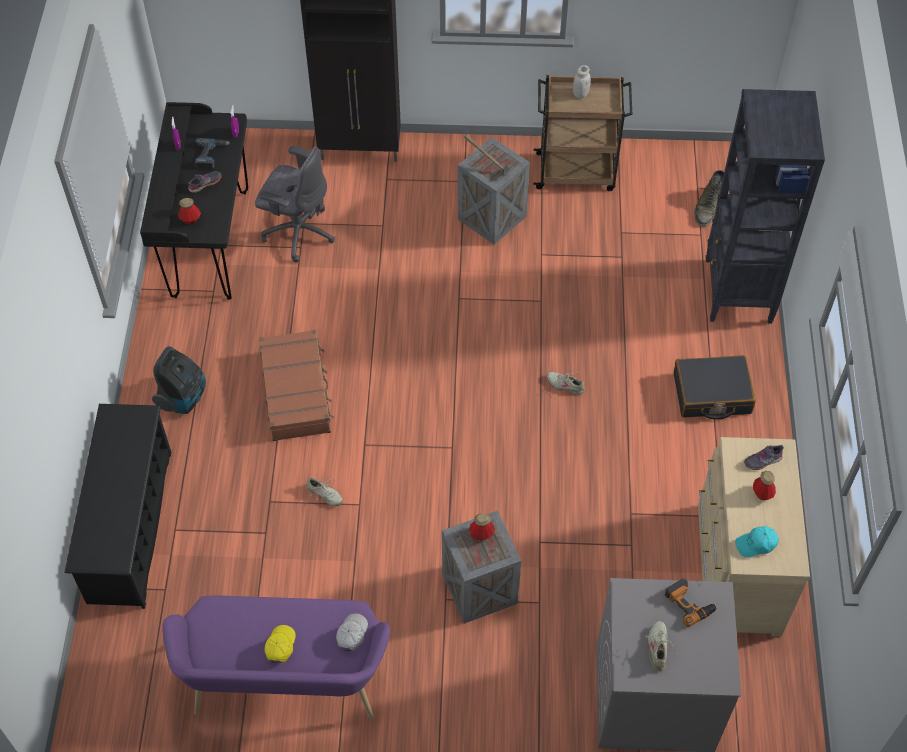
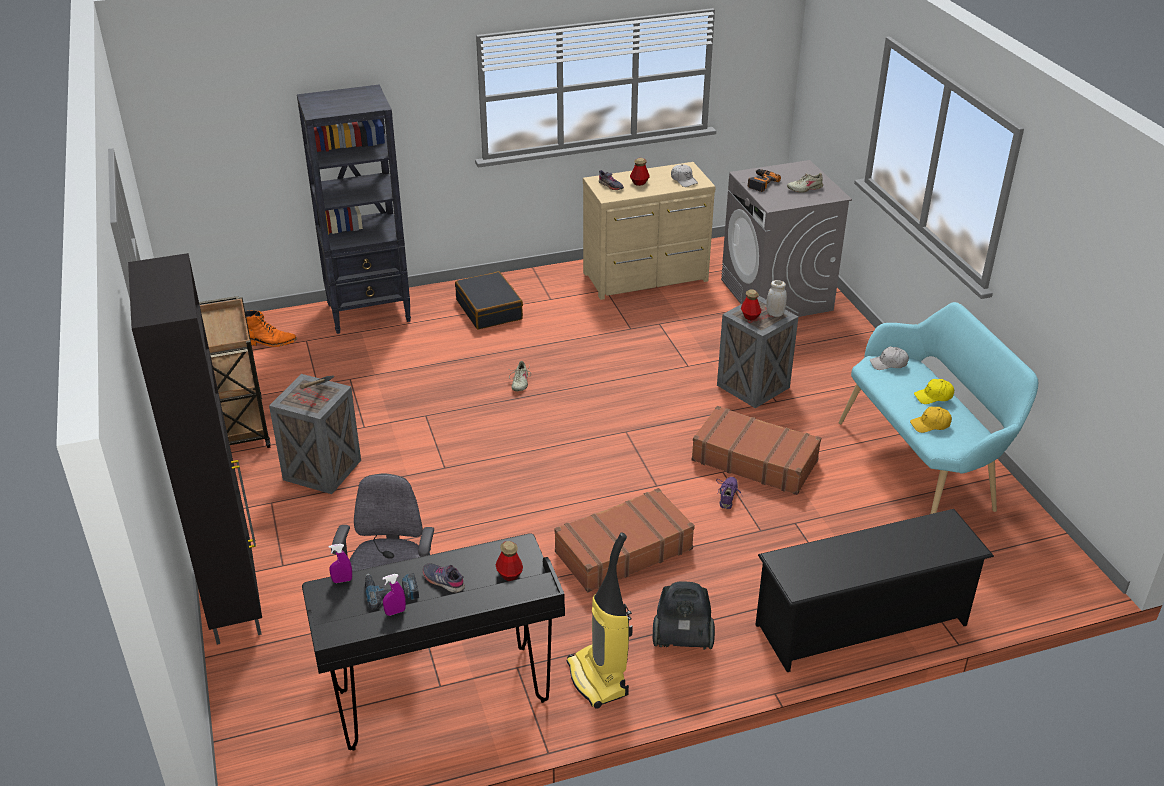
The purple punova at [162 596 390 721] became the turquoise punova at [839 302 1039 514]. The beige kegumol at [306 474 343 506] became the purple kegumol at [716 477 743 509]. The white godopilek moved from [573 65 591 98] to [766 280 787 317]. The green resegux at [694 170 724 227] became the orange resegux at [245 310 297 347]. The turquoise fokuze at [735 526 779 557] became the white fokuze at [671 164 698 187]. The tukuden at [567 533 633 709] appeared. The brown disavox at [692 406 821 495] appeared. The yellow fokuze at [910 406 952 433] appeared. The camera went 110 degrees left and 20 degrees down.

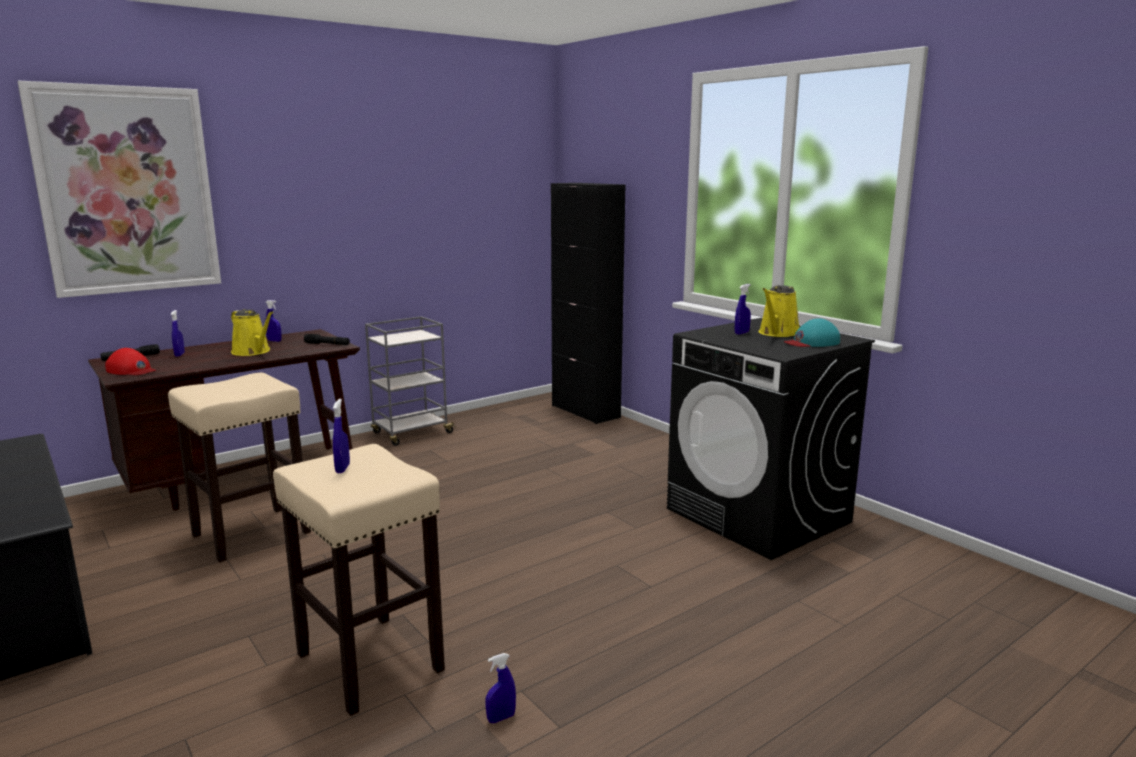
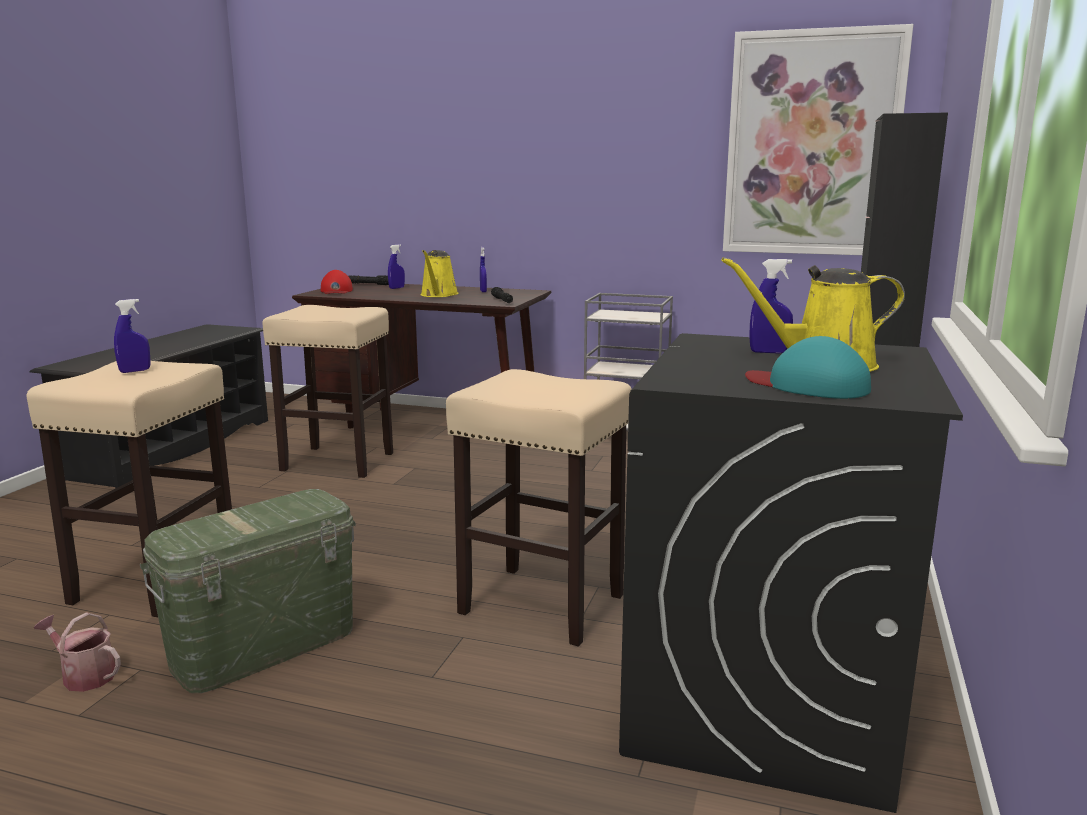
The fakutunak moved from [17 81 221 298] to [723 24 914 255]. The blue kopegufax at [486 653 516 723] was replaced by the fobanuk at [34 612 121 692]. The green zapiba at [140 489 356 693] appeared. The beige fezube at [446 369 632 647] appeared. The camera went 55 degrees right and 0 degrees up.

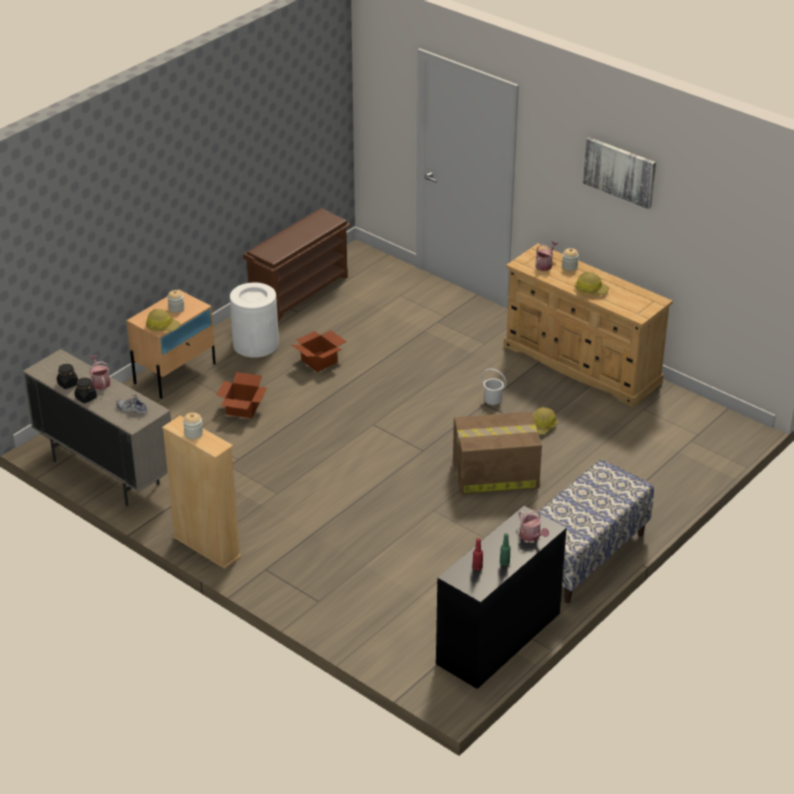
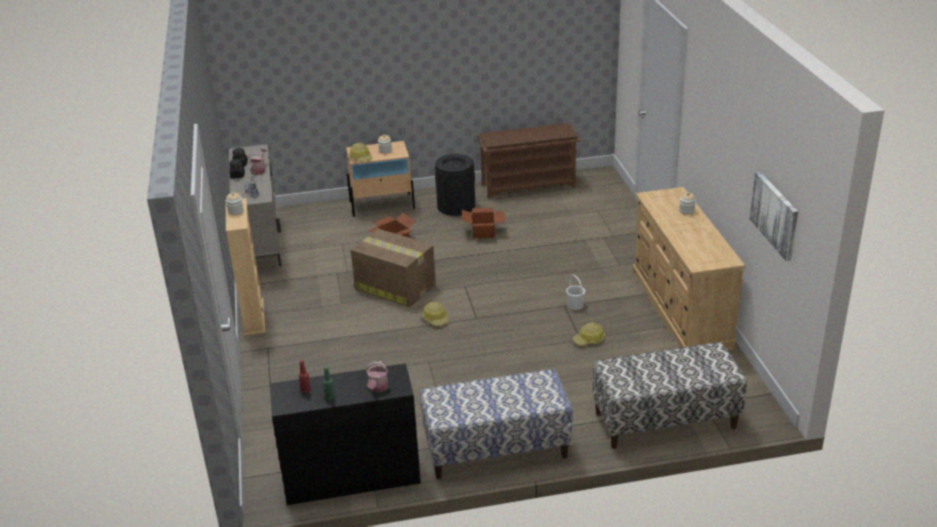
The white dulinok at [230 282 279 358] became the black dulinok at [435 154 475 216]. The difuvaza moved from [453 412 542 494] to [351 229 436 307]. The fobanuk at [535 241 558 271] disappeared. The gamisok moved from [575 272 609 295] to [422 301 449 326]. The fakutunak moved from [583 137 656 209] to [750 172 798 261]. The punova at [592 342 747 449] appeared. The camera went 40 degrees right and 5 degrees down.

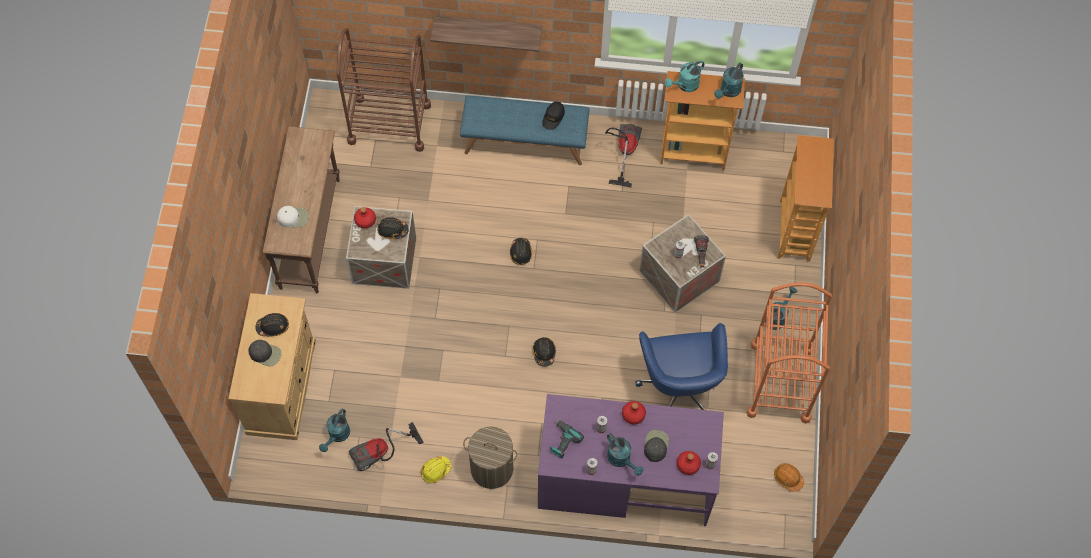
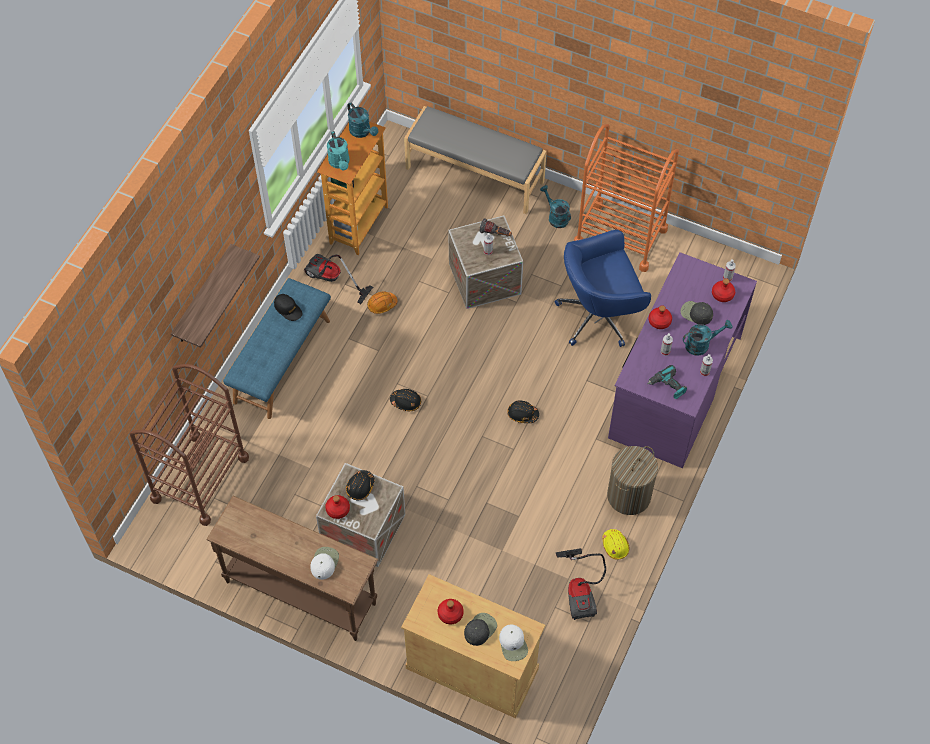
The black gamisok at [255 313 289 337] was replaced by the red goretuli at [437 599 464 624]. The turquoise fobanuk at [319 409 350 452] disappeared. The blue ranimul at [635 323 728 410] turned 150 degrees clockwise. The orange gamisok moved from [774 463 804 492] to [367 291 397 314]. The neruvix at [777 135 834 262] was replaced by the grey punova at [404 106 547 214]. The white fokuze at [499 624 528 661] appeared. The camera went 70 degrees left and 5 degrees down.

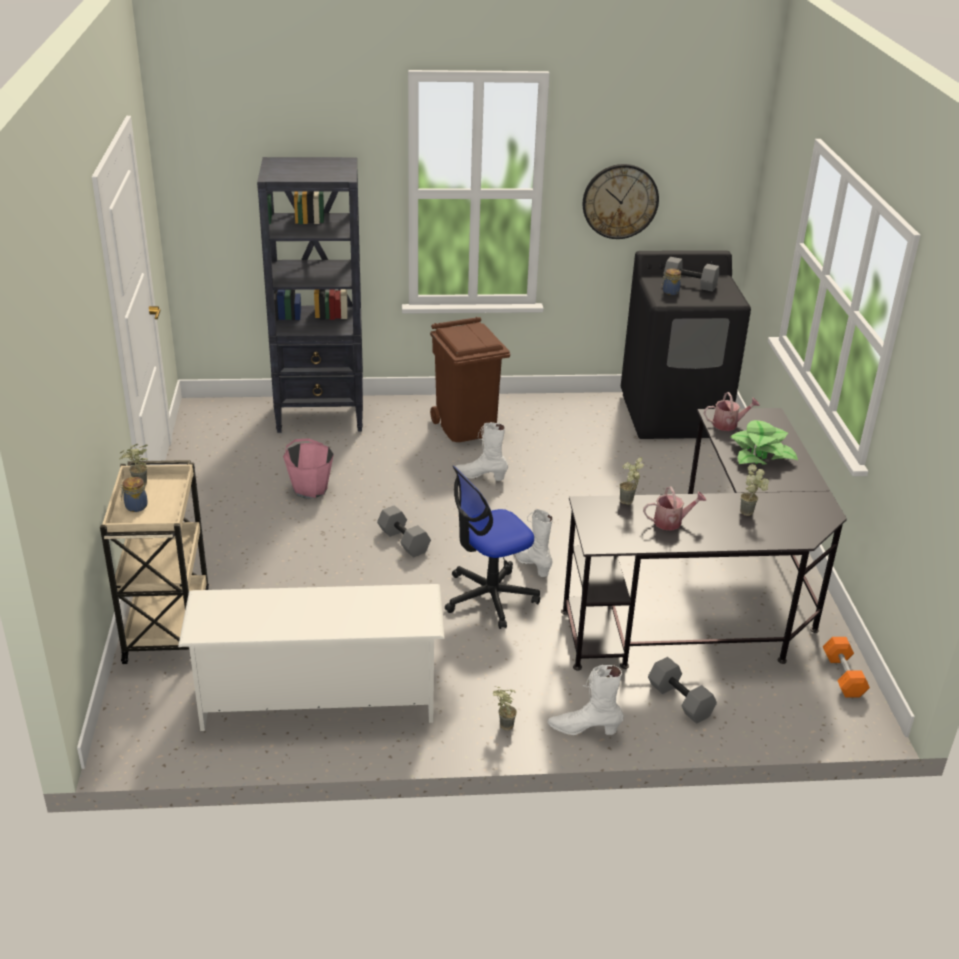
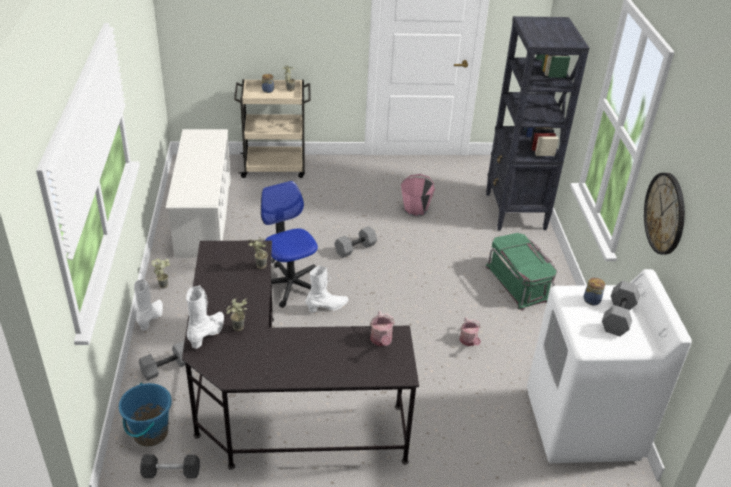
The brown dulinok at [430 317 510 442] was replaced by the green zapiba at [485 233 558 311]. The white resegux moved from [455 422 508 481] to [186 285 224 349]. The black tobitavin at [621 250 751 439] became the white tobitavin at [527 269 692 463]. The fobanuk moved from [643 487 706 531] to [459 317 481 346]. The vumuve at [730 420 798 464] disappeared. The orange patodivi at [823 637 870 698] became the grey patodivi at [140 455 200 478]. The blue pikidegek at [119 383 172 447] appeared. The camera went 90 degrees right and 5 degrees up.

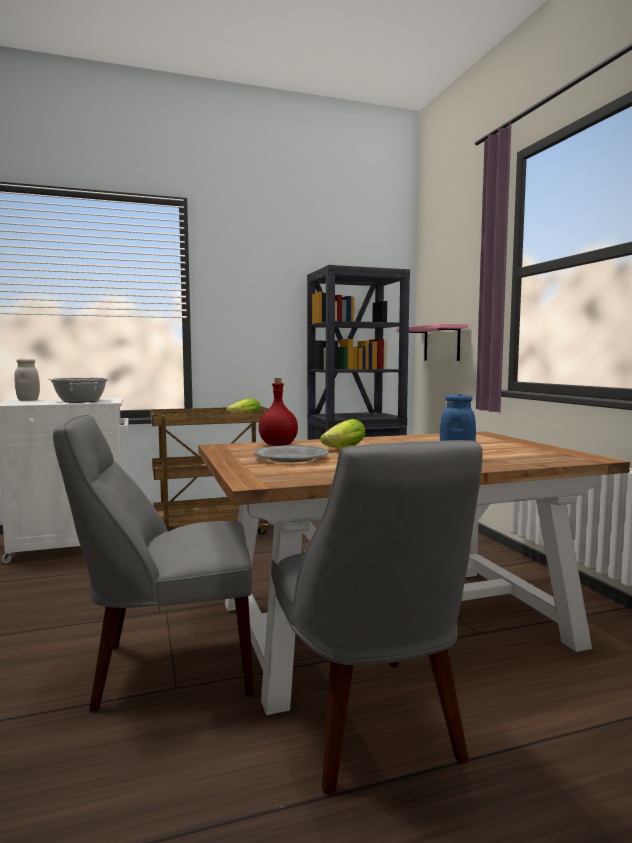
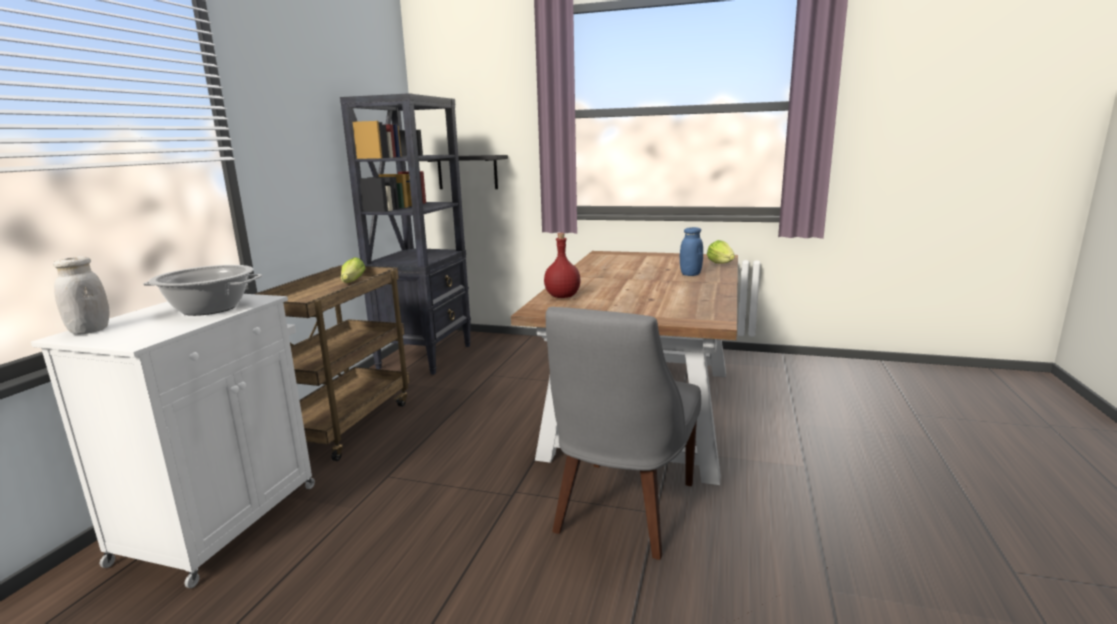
The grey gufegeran at [254 445 329 462] disappeared. The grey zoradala at [271 440 483 795] disappeared. The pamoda moved from [320 419 365 448] to [707 240 735 264]. The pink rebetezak at [397 323 468 361] became the black rebetezak at [420 155 508 189]. The camera went 55 degrees left and 10 degrees up.

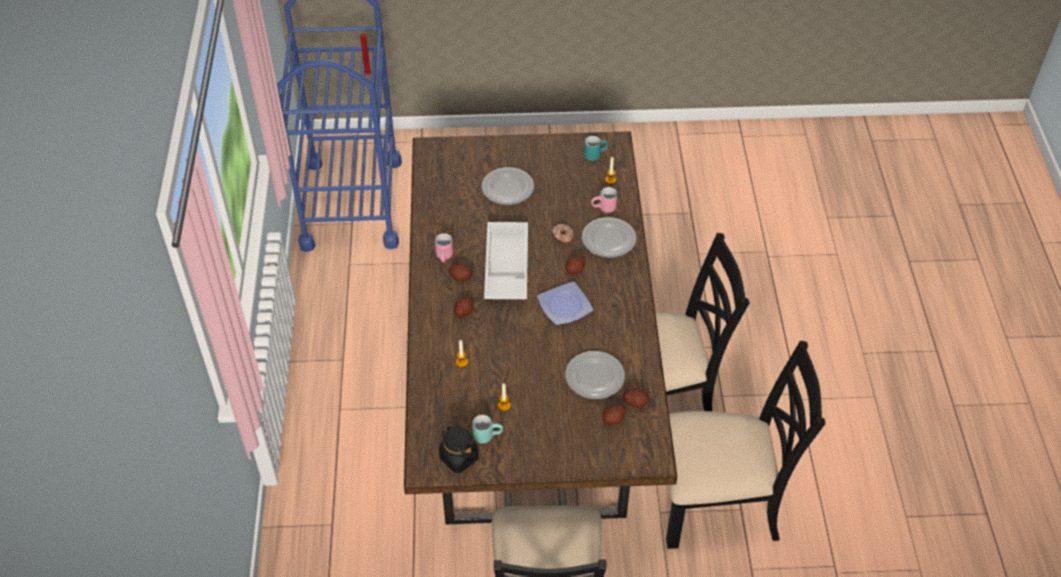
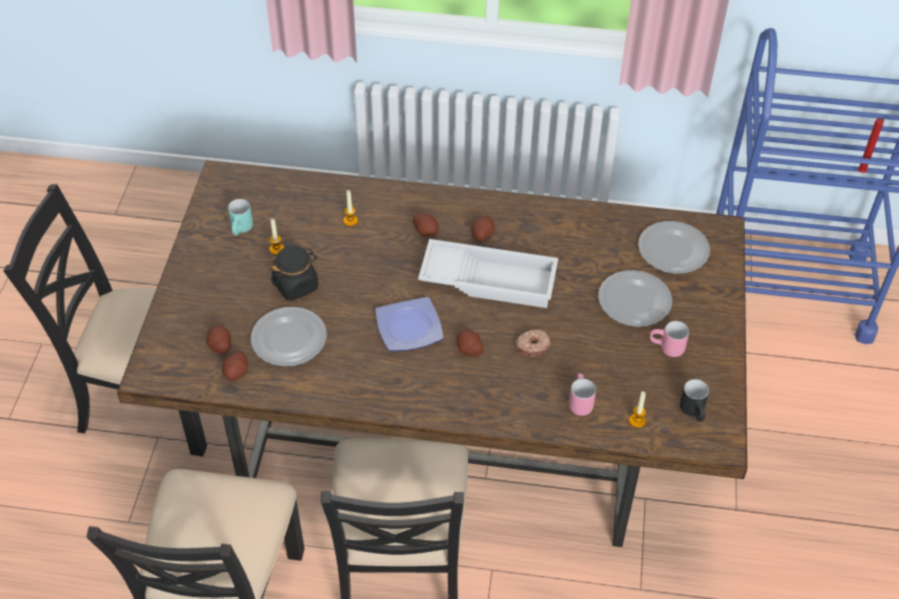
The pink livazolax moved from [435 233 453 262] to [650 321 689 357]. The black godopilek moved from [439 426 479 473] to [271 246 318 301]. The gufegeran moved from [582 217 636 258] to [638 221 710 274]. The turquoise livazolax at [584 136 608 161] became the black livazolax at [680 379 709 421]. The camera went 100 degrees right and 0 degrees up.

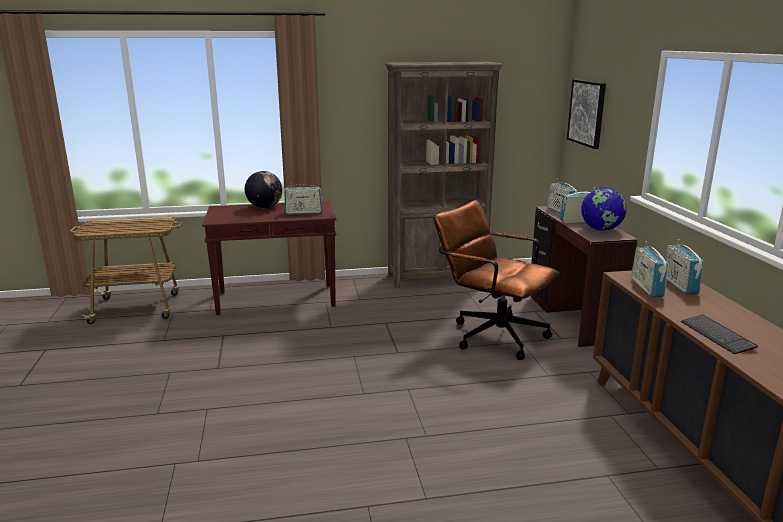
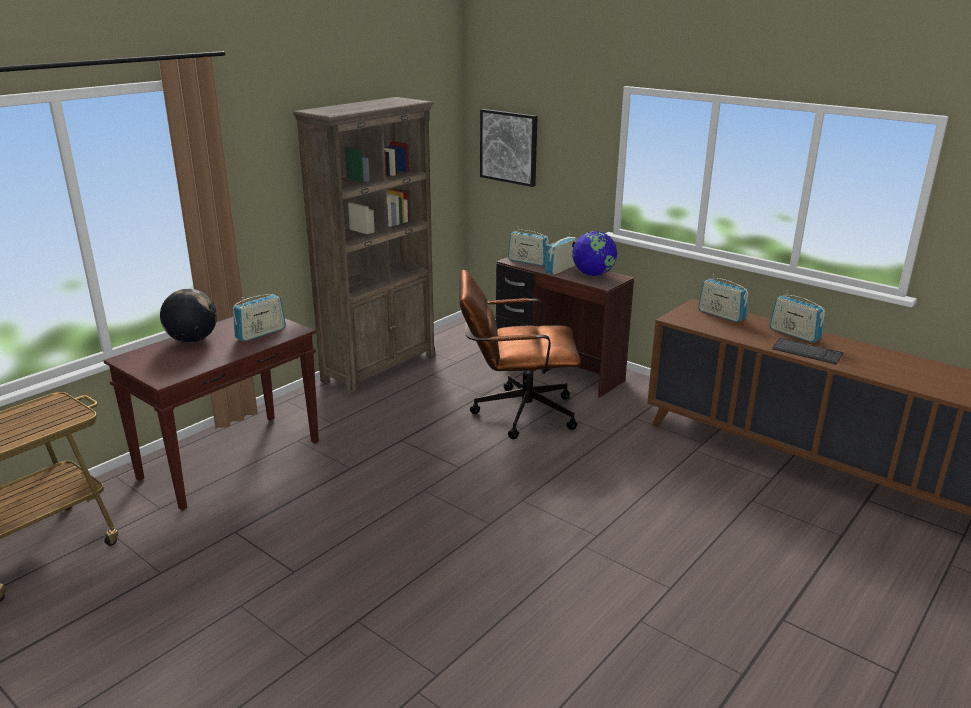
The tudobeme moved from [631 241 668 297] to [769 290 825 343]. The camera went 40 degrees left and 5 degrees up.

